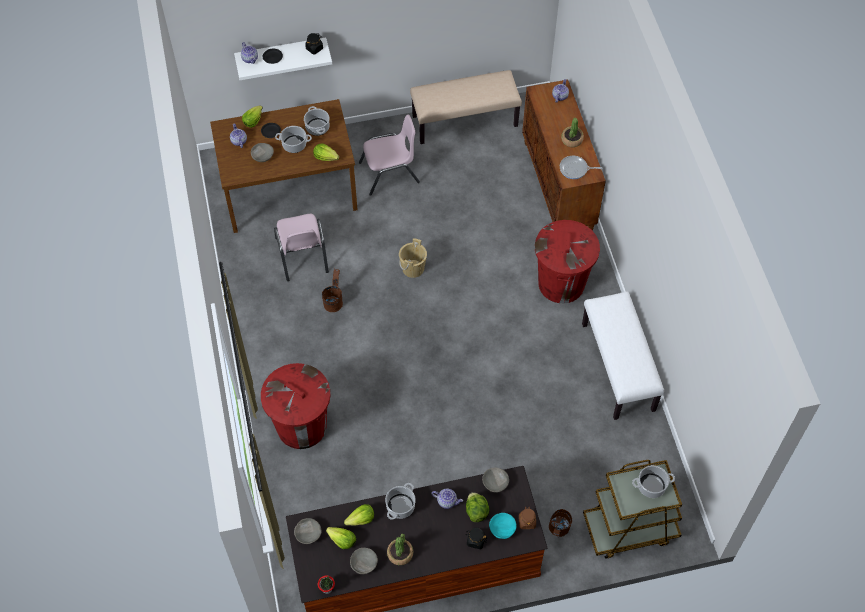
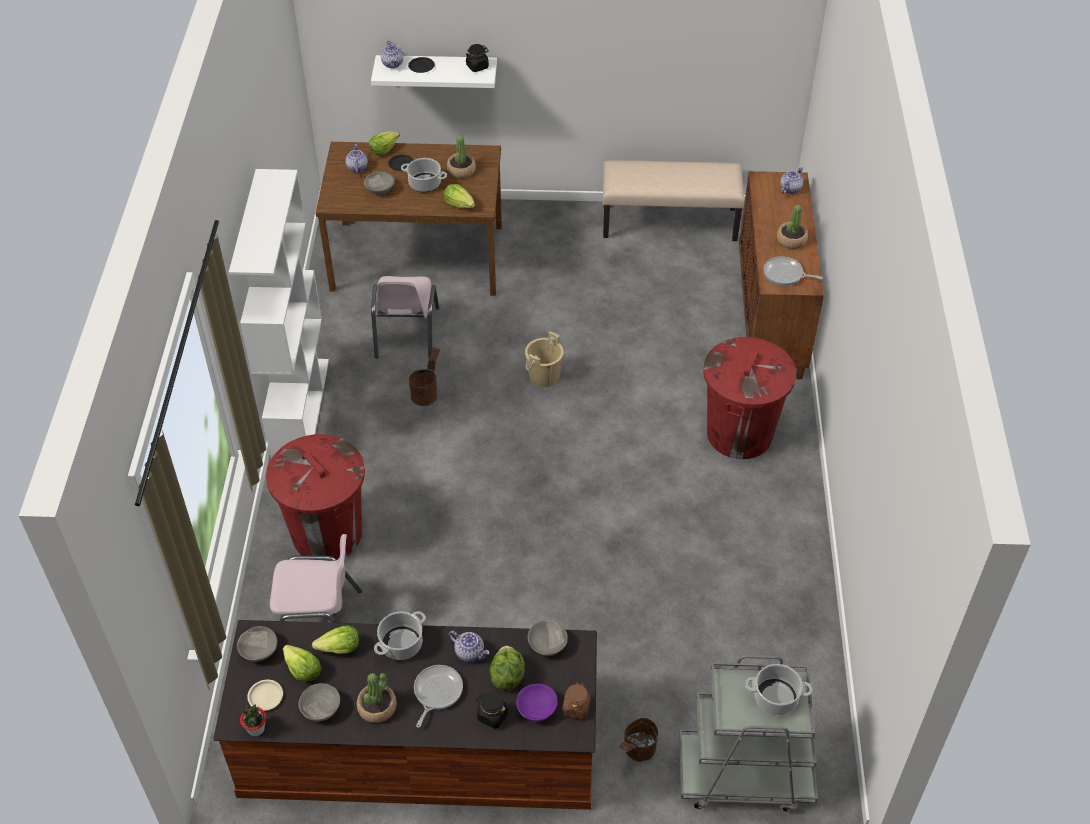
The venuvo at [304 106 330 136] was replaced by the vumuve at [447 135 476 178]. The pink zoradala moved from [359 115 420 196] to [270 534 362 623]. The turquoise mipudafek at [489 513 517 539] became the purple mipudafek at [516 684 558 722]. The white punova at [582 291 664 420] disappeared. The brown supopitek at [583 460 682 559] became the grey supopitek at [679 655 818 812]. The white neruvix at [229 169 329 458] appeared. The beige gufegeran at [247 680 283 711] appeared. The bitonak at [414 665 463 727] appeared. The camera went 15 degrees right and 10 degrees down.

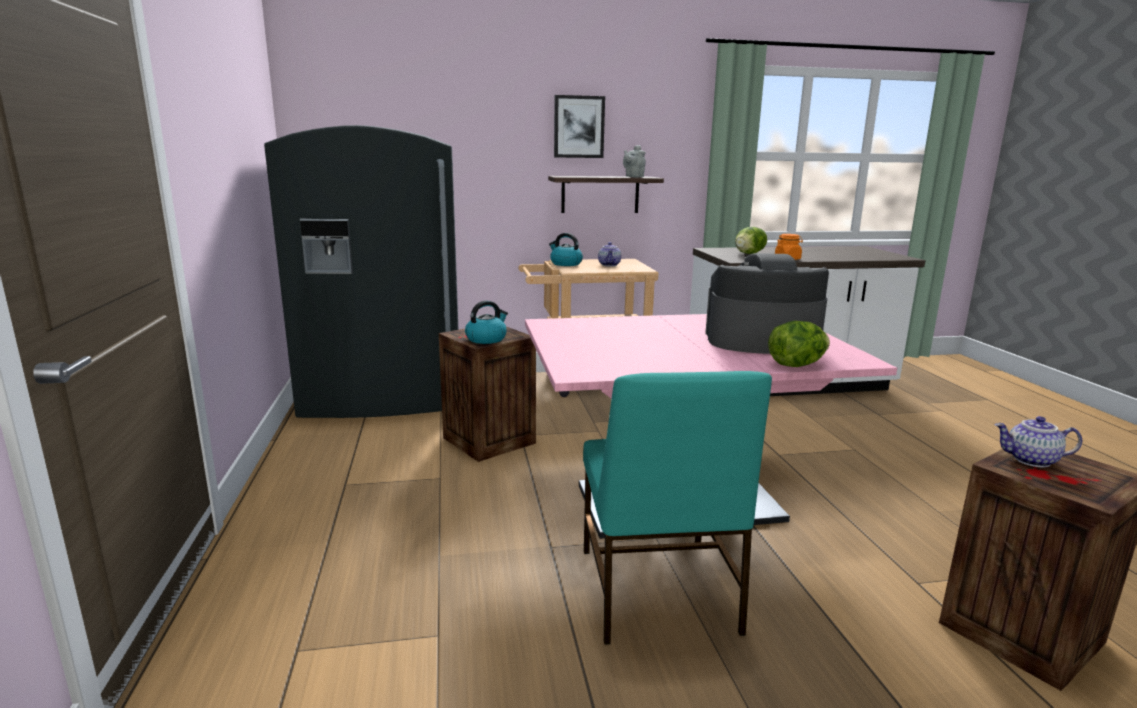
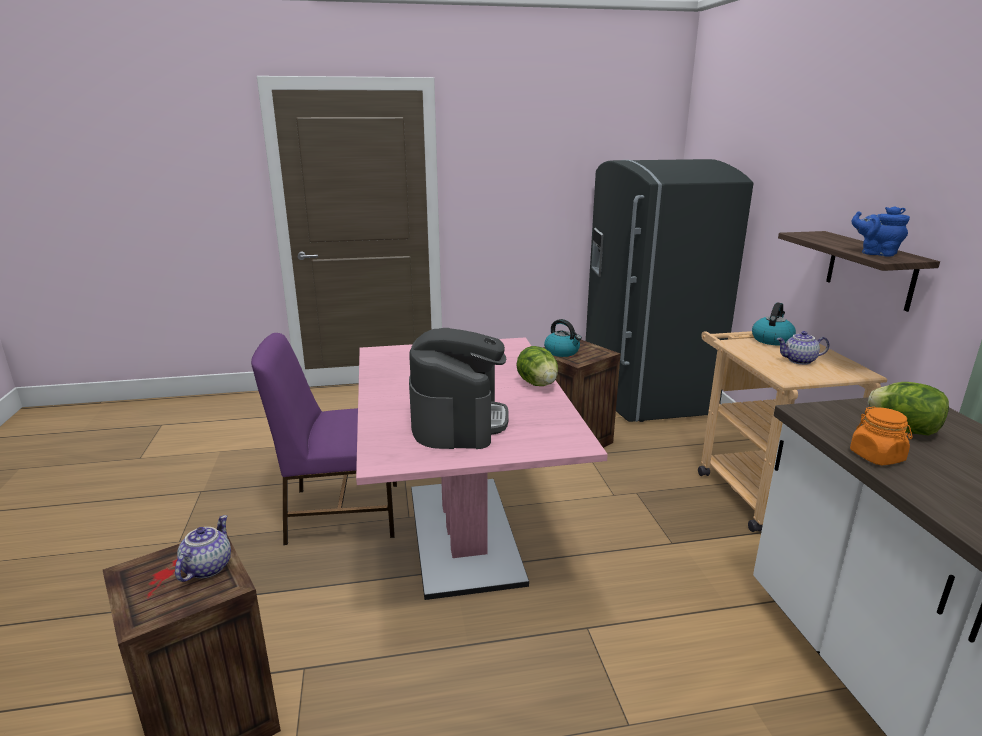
The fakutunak at [554 95 605 158] disappeared. The turquoise zoradala at [583 371 772 645] became the purple zoradala at [251 333 397 545]. The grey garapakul at [623 145 646 177] became the blue garapakul at [851 206 910 257]. The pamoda moved from [768 321 830 367] to [516 346 558 386]. The camera went 90 degrees right and 5 degrees up.

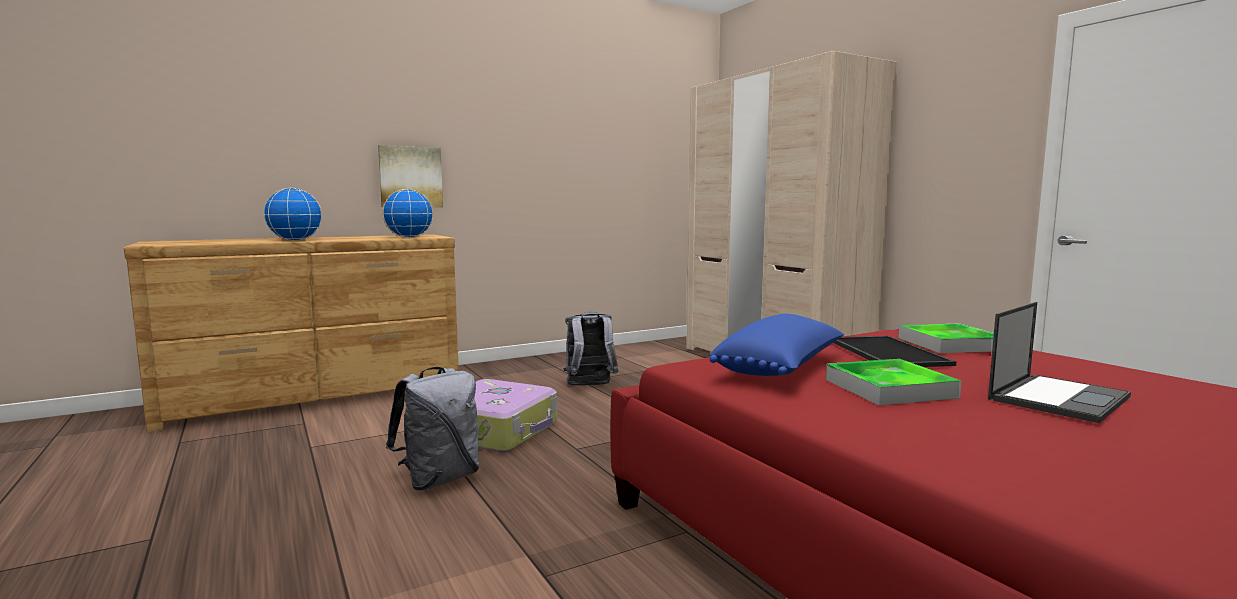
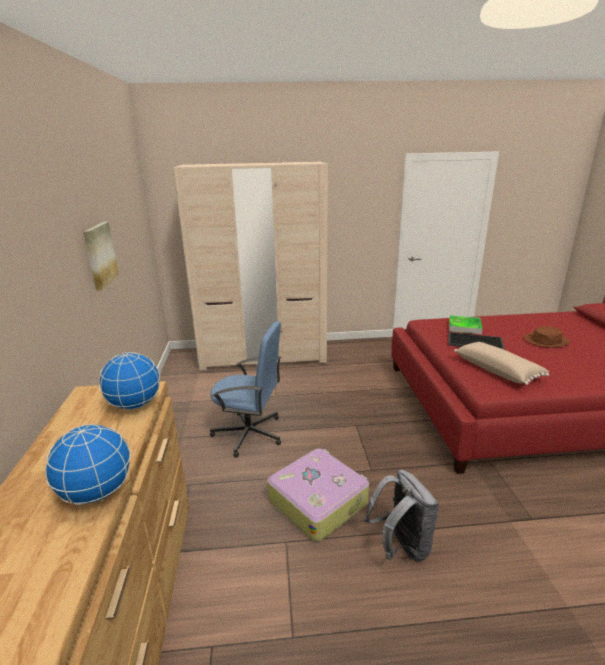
The fakutunak moved from [378 145 443 207] to [83 222 119 291]. The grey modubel at [563 312 619 386] was replaced by the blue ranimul at [210 321 281 458]. The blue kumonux at [710 314 844 376] became the beige kumonux at [454 342 549 385]. The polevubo at [826 359 962 405] disappeared. The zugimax at [988 302 1131 423] was replaced by the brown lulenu at [524 326 570 348]. The camera went 65 degrees left and 15 degrees up.

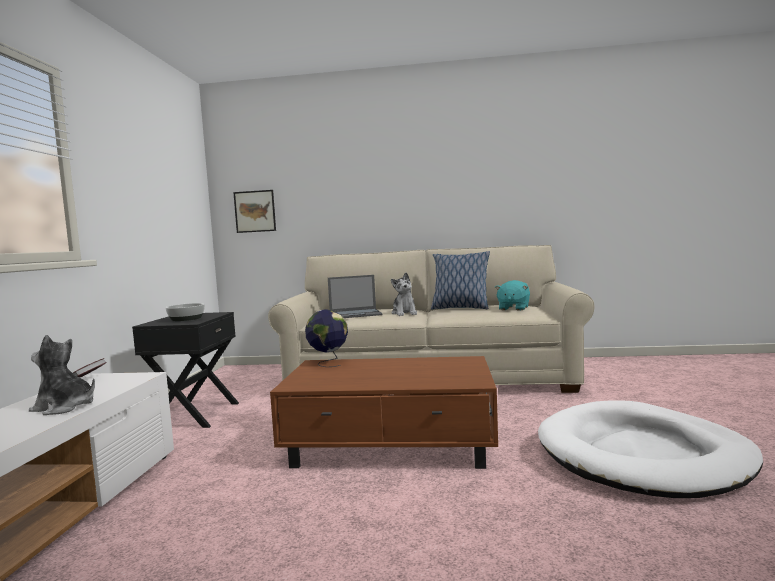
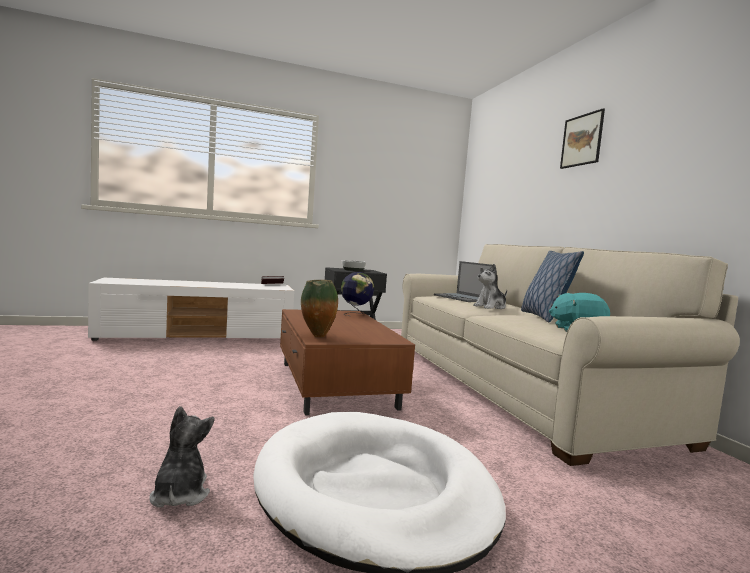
The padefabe moved from [29 335 95 415] to [149 406 215 508]. The fakutunak moved from [233 190 276 233] to [560 108 605 169]. The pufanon at [301 280 338 337] appeared. The camera went 65 degrees right and 0 degrees up.

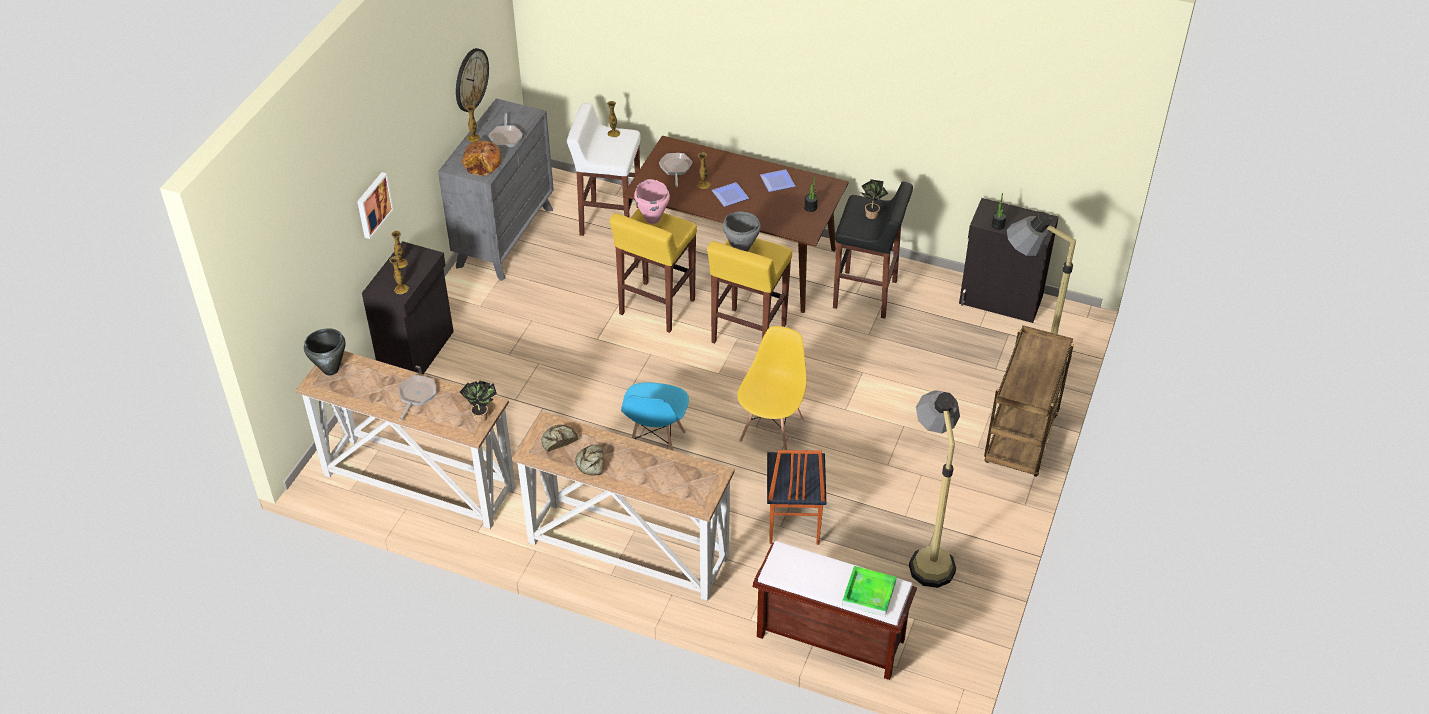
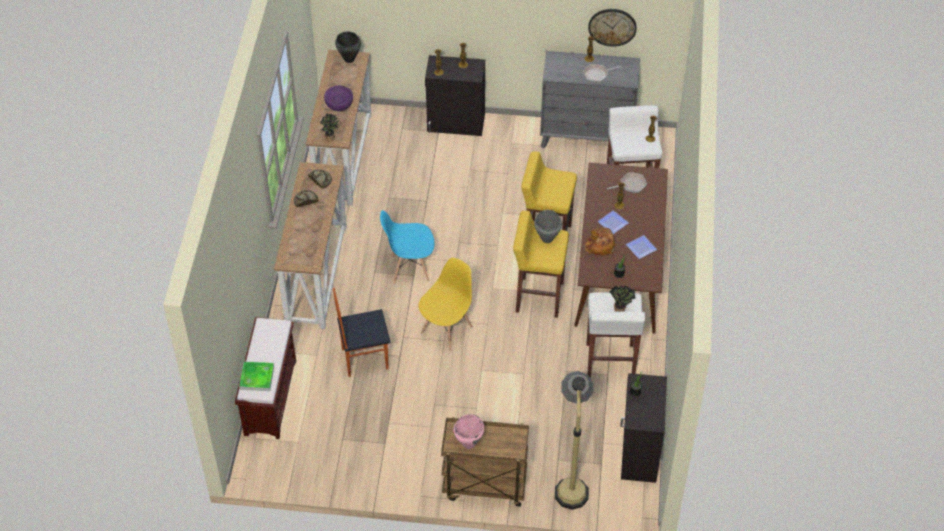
The fakutunak at [357 172 394 239] disappeared. The bitonak at [399 375 436 421] was replaced by the purple mipudafek at [324 85 353 111]. The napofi moved from [462 141 502 176] to [585 228 615 255]. The pink venuvo moved from [634 179 670 224] to [453 414 484 449]. The yellow zoradala at [737 326 807 450] turned 60 degrees counterclockwise. The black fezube at [833 181 913 319] became the white fezube at [587 292 645 378]. The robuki at [909 390 960 588] disappeared. The camera went 75 degrees right and 5 degrees up.

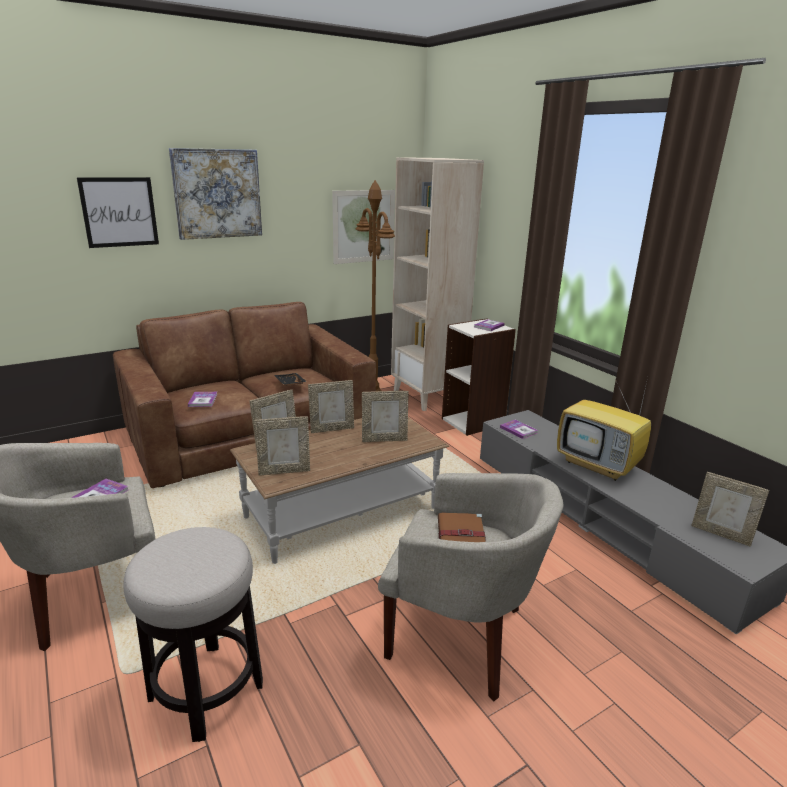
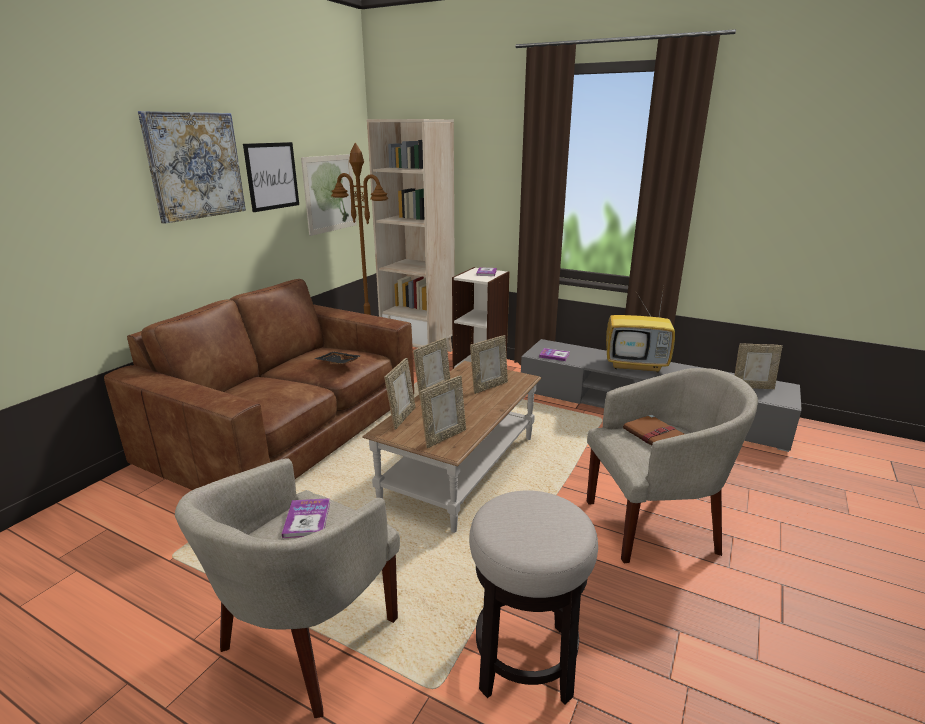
The fakutunak moved from [77 177 159 248] to [243 142 299 212]. The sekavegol at [188 392 218 407] disappeared. The camera went 30 degrees left and 0 degrees up.

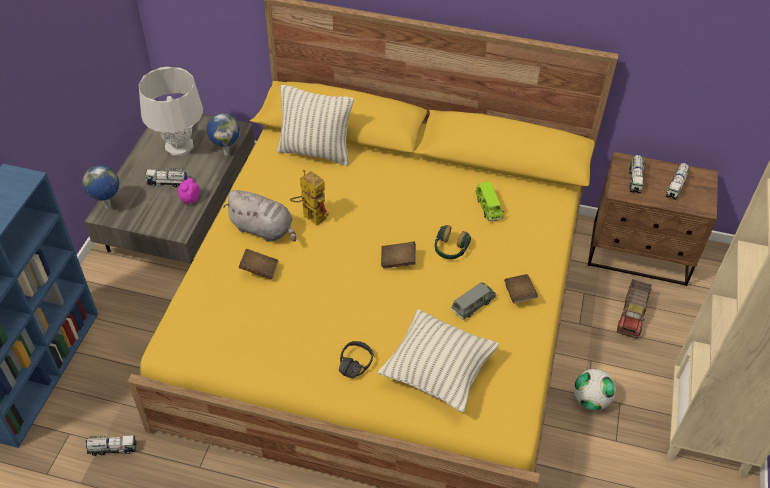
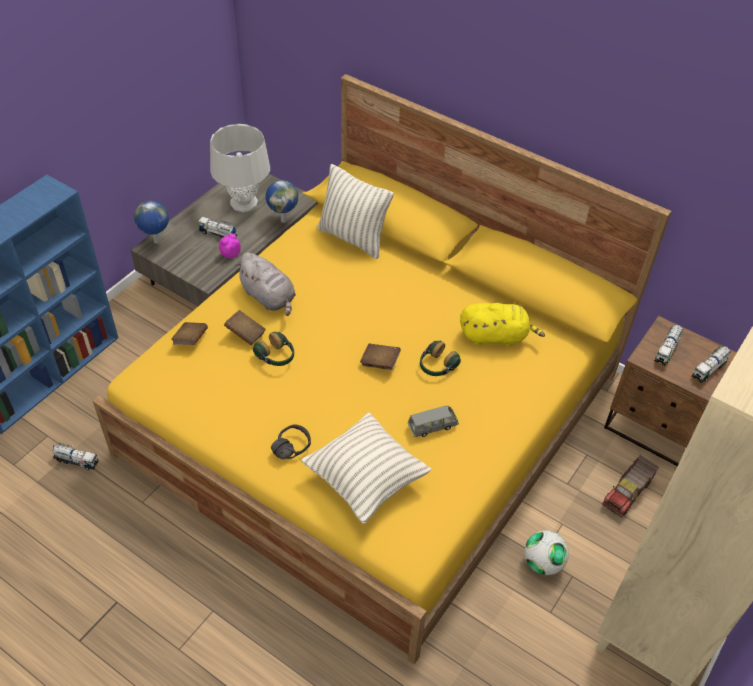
The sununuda at [290 170 329 226] disappeared. The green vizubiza at [475 182 504 221] was replaced by the yellow padefabe at [460 303 545 347]. The brown sekavegol moved from [504 274 538 304] to [171 322 208 345]. The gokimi at [253 332 294 366] appeared. The camera went 20 degrees right and 0 degrees up.

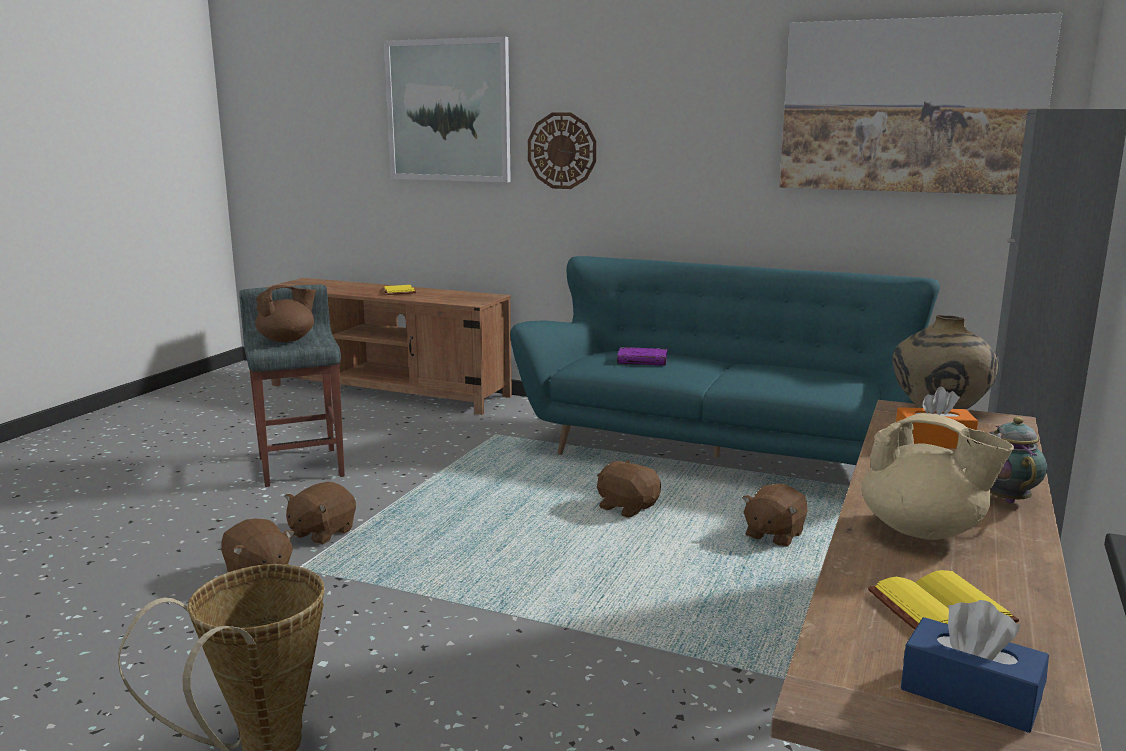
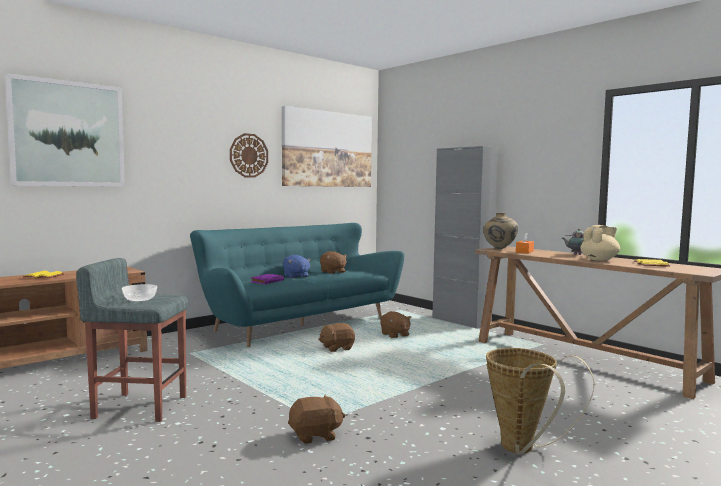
The brown garapakul at [255 285 316 342] was replaced by the mipudafek at [122 284 157 302]. The brown padefabe moved from [285 482 356 545] to [320 251 347 274]. The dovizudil moved from [528 112 597 189] to [230 133 268 178]. The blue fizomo at [901 600 1049 733] disappeared. The blue padefabe at [283 255 311 278] appeared. The camera went 65 degrees left and 10 degrees down.

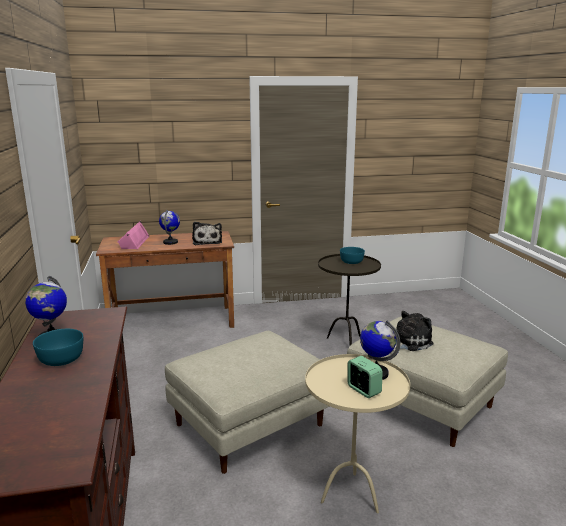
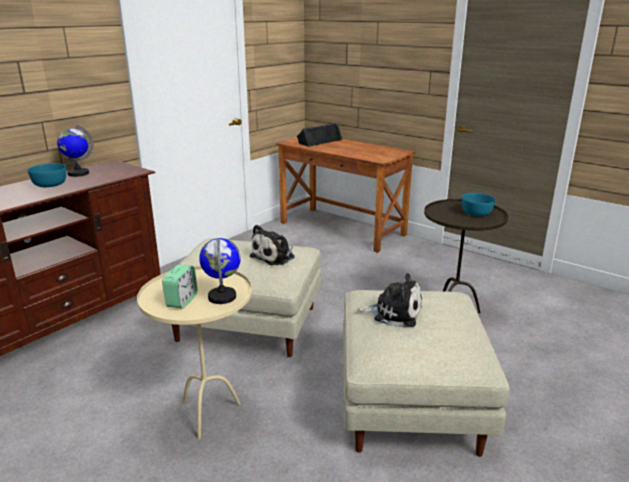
The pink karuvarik at [118 221 150 249] became the black karuvarik at [297 123 343 147]. The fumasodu at [159 210 180 245] disappeared. The padefabe moved from [192 221 222 246] to [250 225 295 266]. The camera went 50 degrees right and 5 degrees up.

